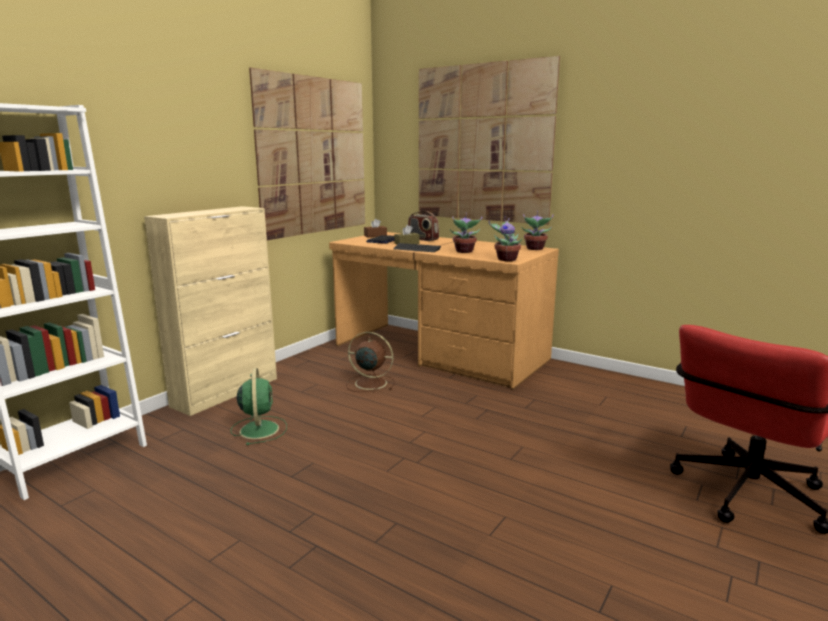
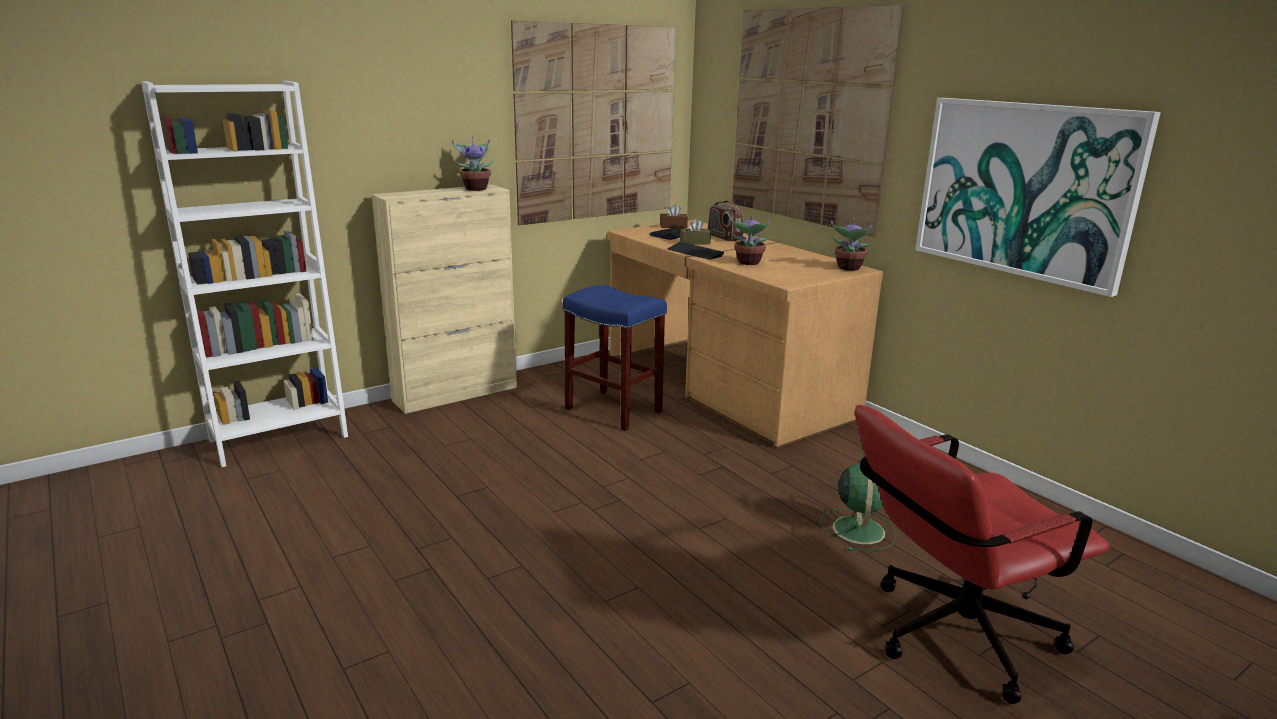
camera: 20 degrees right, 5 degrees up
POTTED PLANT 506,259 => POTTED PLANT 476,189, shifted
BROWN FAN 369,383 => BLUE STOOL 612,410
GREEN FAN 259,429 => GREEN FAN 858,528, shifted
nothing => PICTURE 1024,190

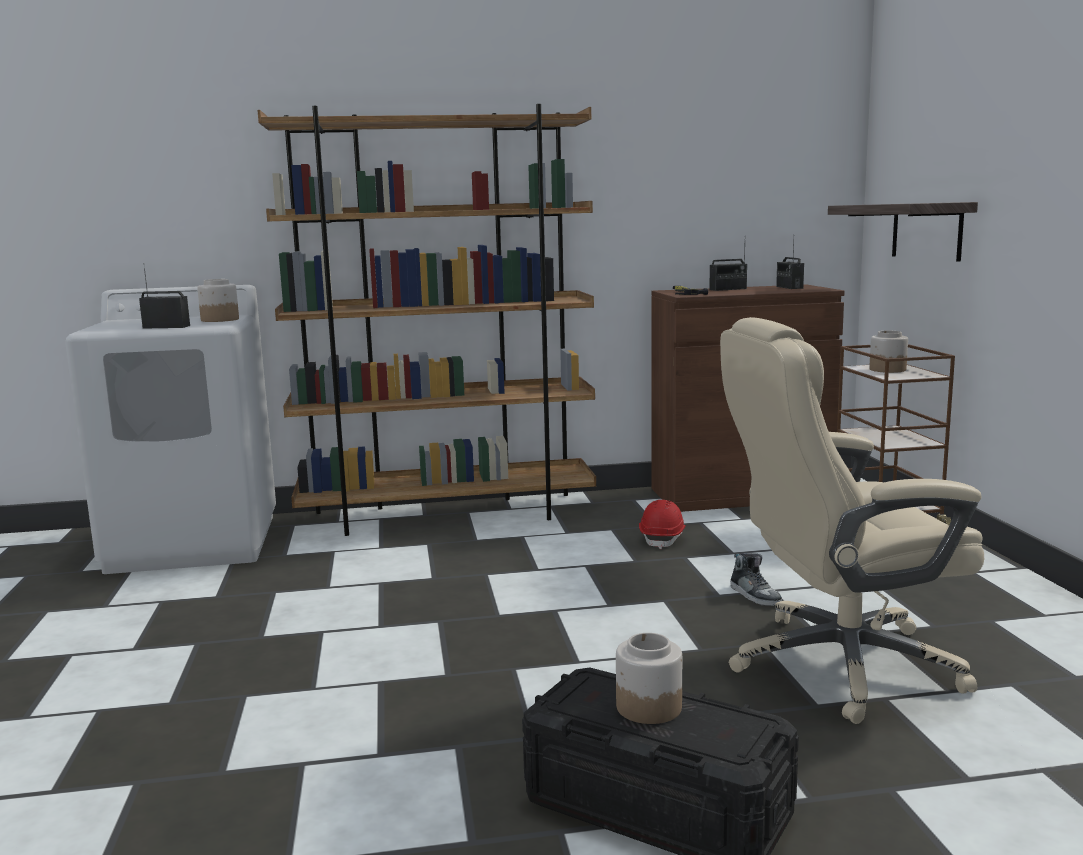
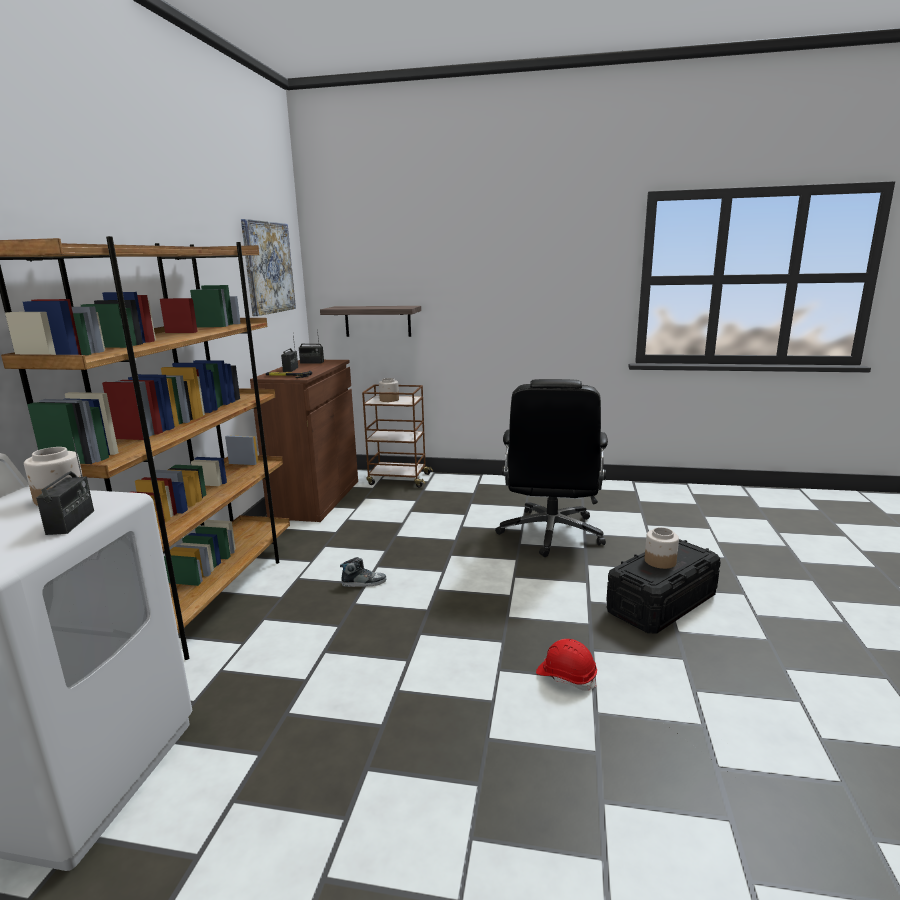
camera: 70 degrees left, 5 degrees up
RADIO 166,327 => RADIO 71,522, 150 degrees clockwise
nothing => PICTURE 268,268
SHOE 755,595 => SHOE 364,582, shifted
BEIGE OFFICE CHAIR 839,665 => BLACK OFFICE CHAIR 551,533
RED HARD HAT 663,538 => RED HARD HAT 566,676, shifted

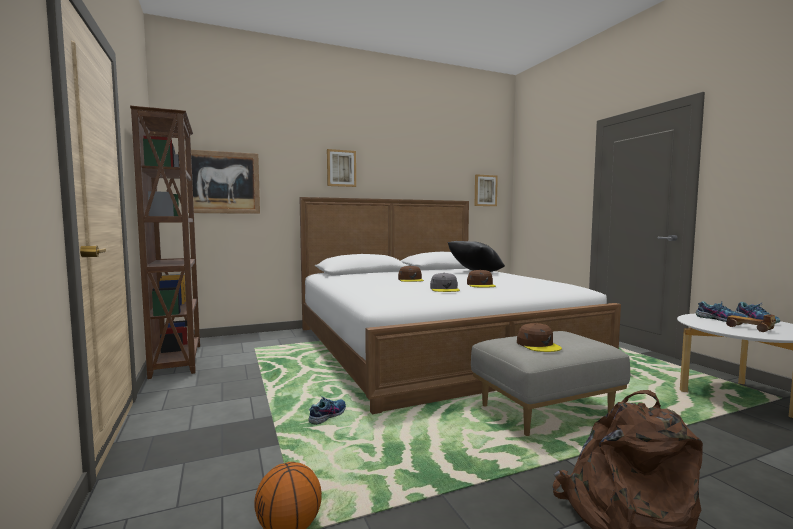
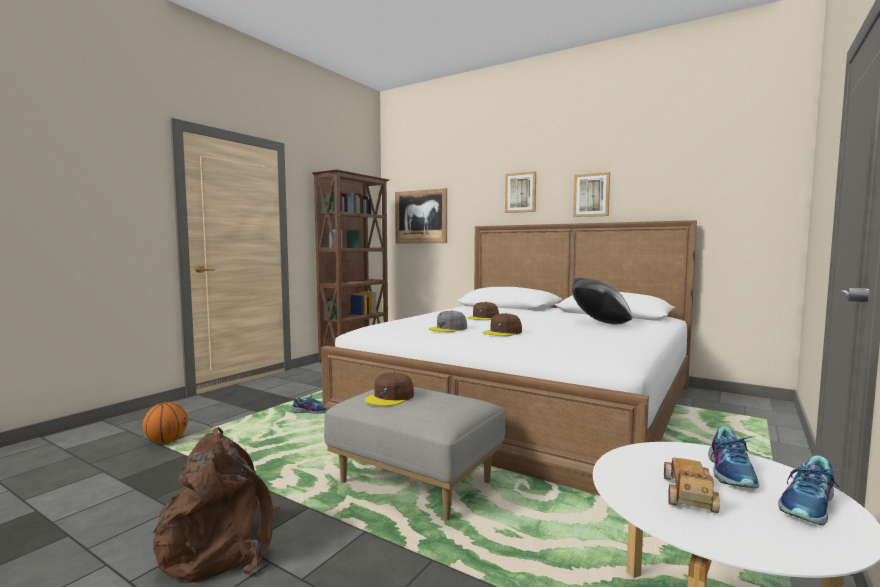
camera: 55 degrees right, 0 degrees up
PICTURE 485,190 => PICTURE 591,195, shifted

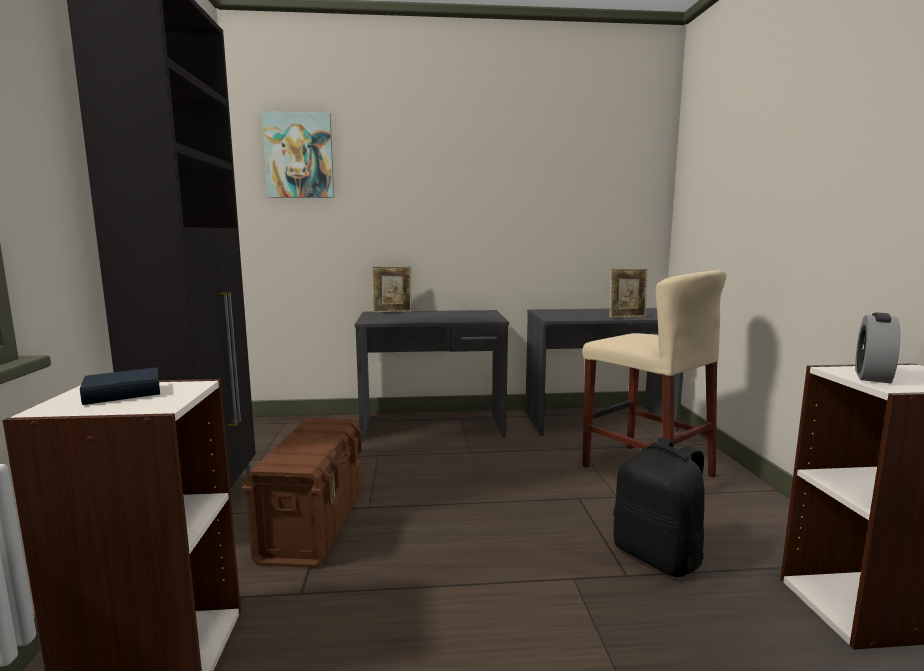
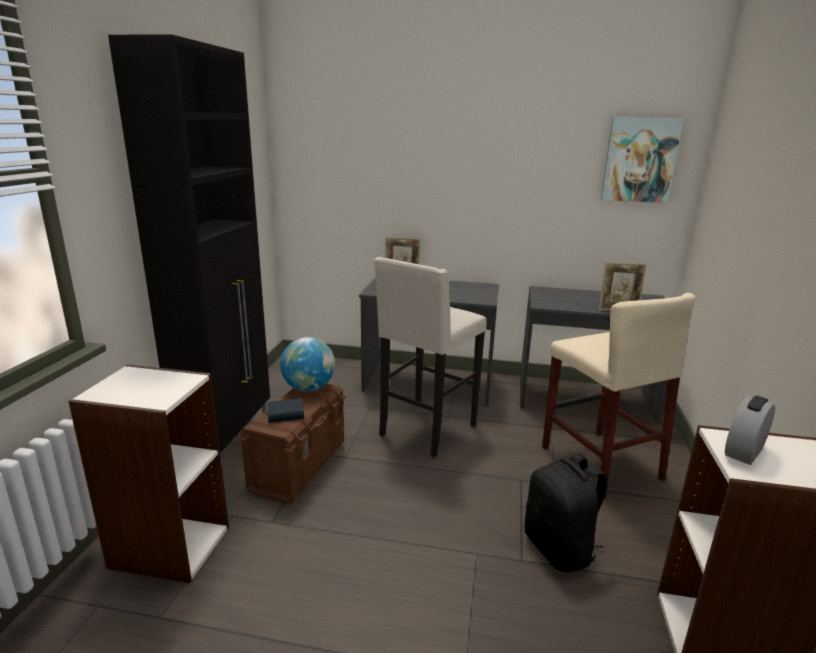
camera: 15 degrees right, 10 degrees up
BOOK 123,394 => BOOK 285,414, shifted
nothing => GLOBE 309,388
nothing => BEIGE STOOL 425,431
PICTURE 299,156 => PICTURE 639,160, shifted

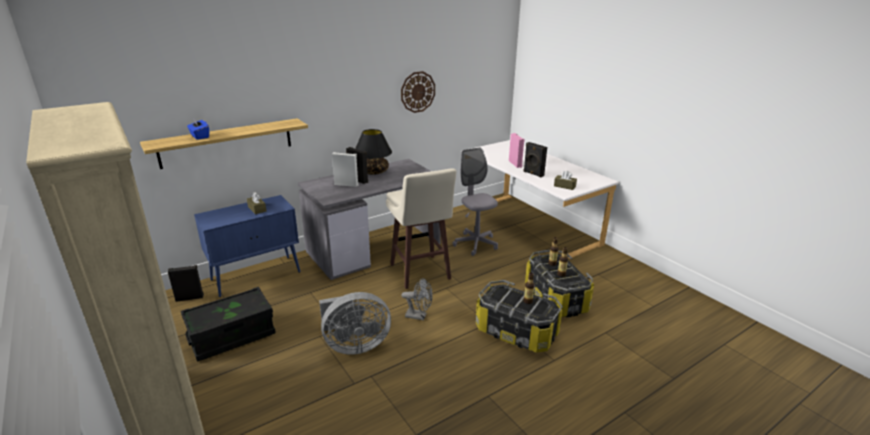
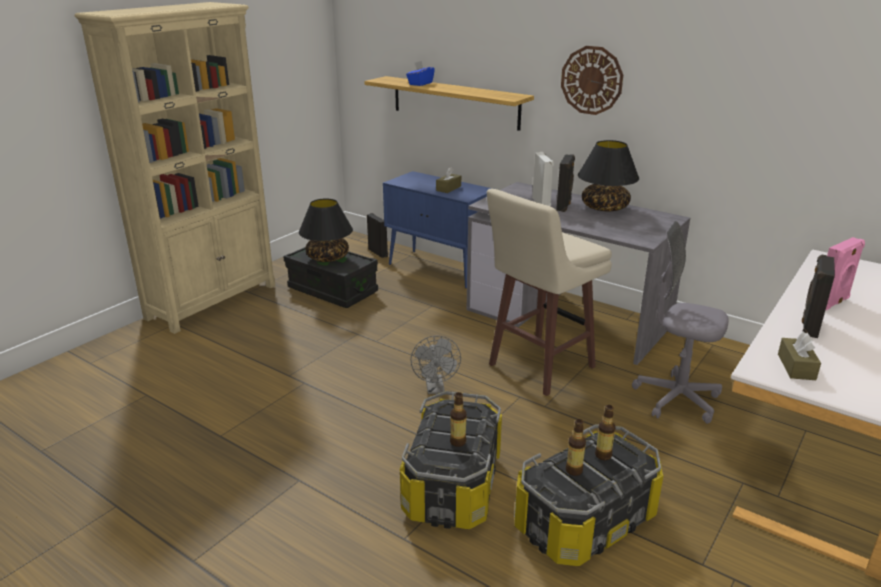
camera: 70 degrees right, 0 degrees up
nothing => BLACK TABLE LAMP 328,257
WALL CLOCK 417,92 => WALL CLOCK 591,80, shifted
GREY OFFICE CHAIR 475,244 => GREY OFFICE CHAIR 676,399, 105 degrees counterclockwise
GREY FAN 354,345 => nothing

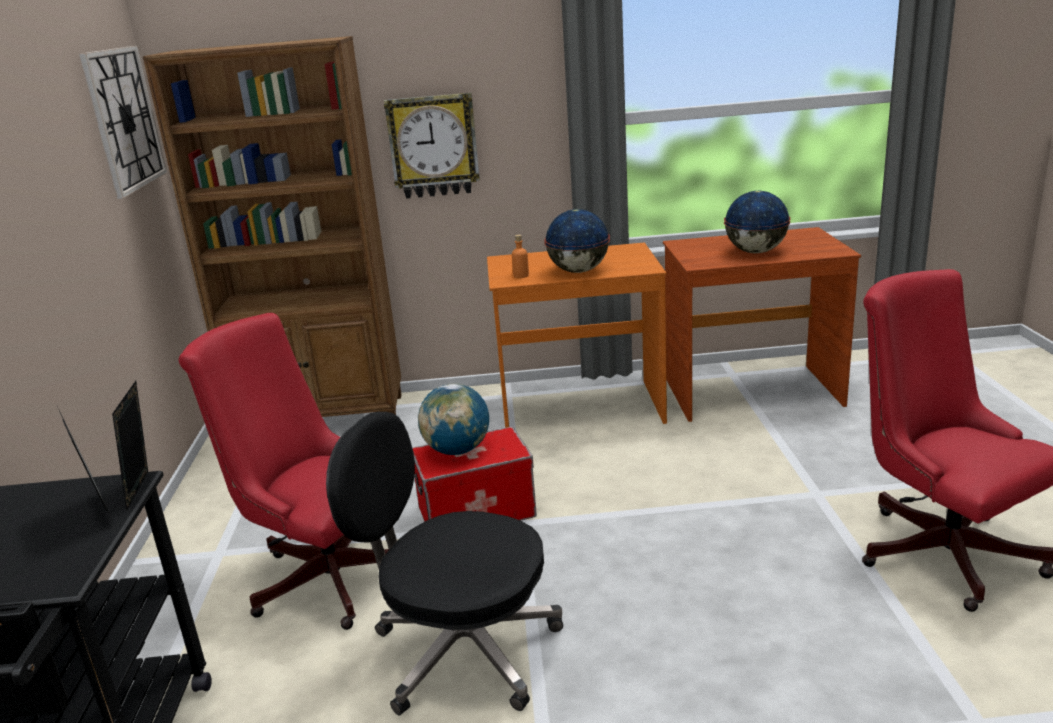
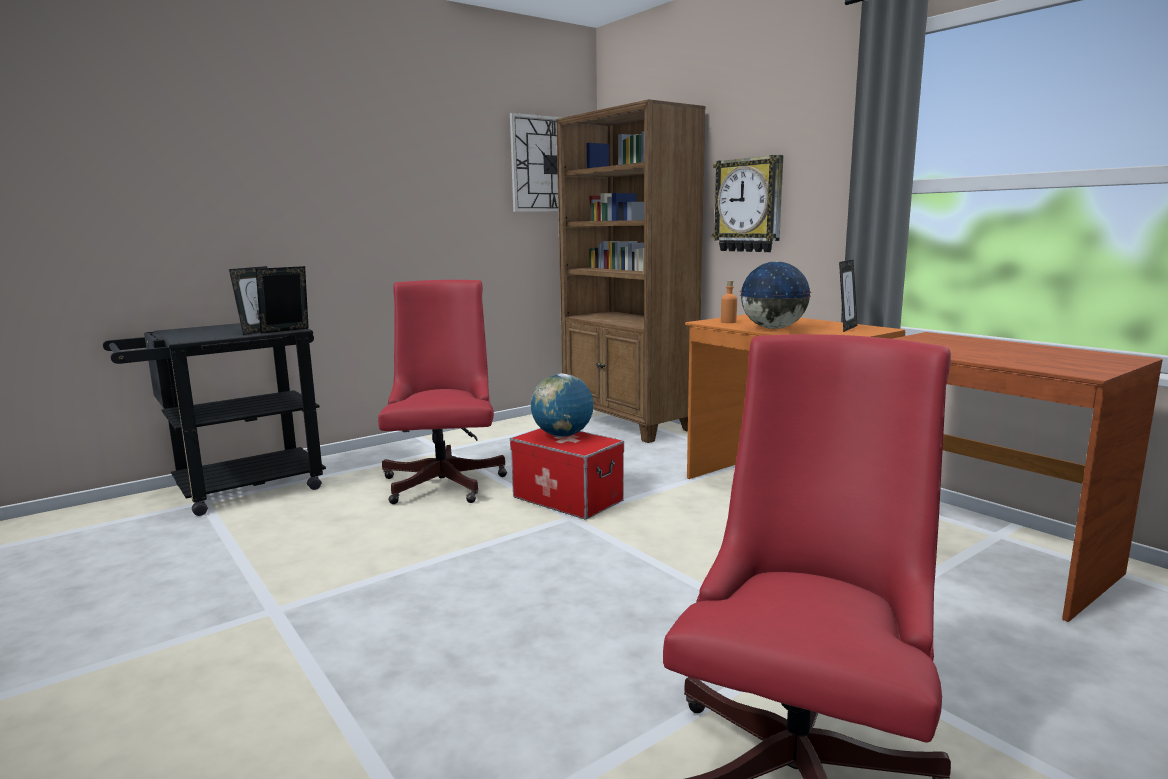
camera: 55 degrees right, 10 degrees down
nothing => PICTURE FRAME 846,328
BLACK OFFICE CHAIR 462,650 => nothing
GLOBE 755,252 => nothing

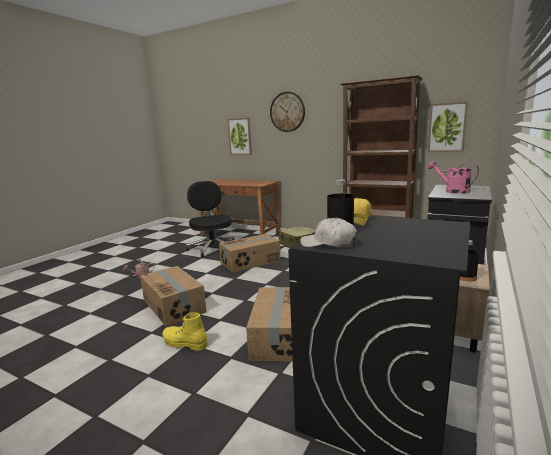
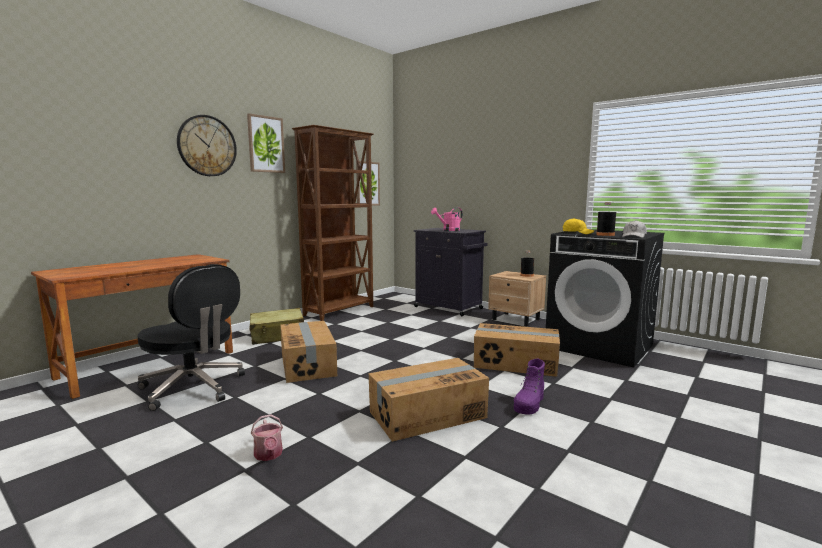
camera: 80 degrees left, 5 degrees down
BLACK OFFICE CHAIR 212,248 => BLACK OFFICE CHAIR 194,388, 135 degrees counterclockwise
PICTURE 240,136 => PICTURE 266,144, shifted
YELLOW BOOT 184,343 => PURPLE BOOT 529,404

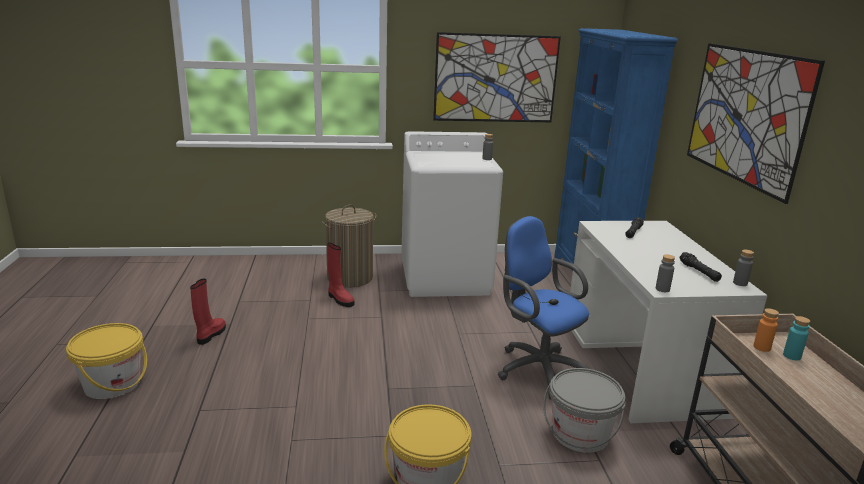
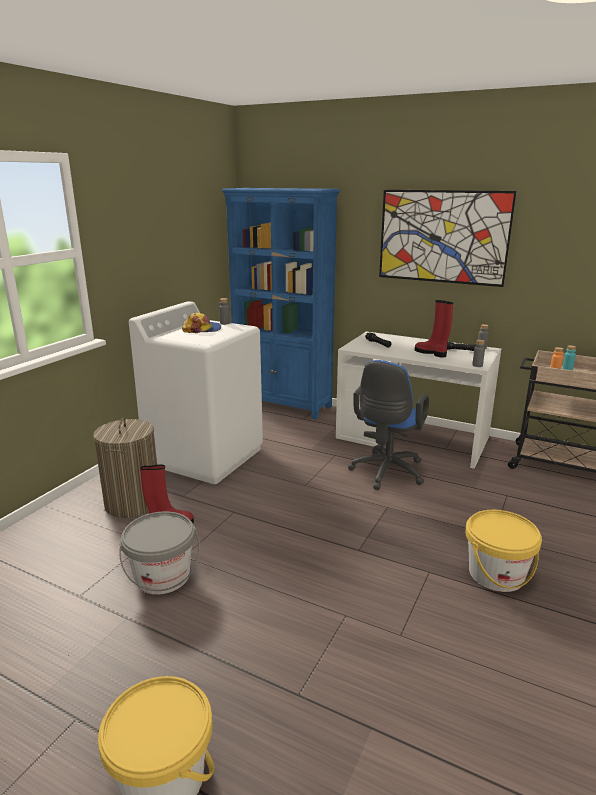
camera: 55 degrees left, 0 degrees up
GREY BUCKET 580,434 => GREY BUCKET 163,576, shifted
nothing => CAP 202,329
BLUE OFFICE CHAIR 537,368 => BLUE OFFICE CHAIR 386,473, 60 degrees counterclockwise
RED BOOT 210,335 => RED BOOT 431,353, shifted
PICTURE 495,78 => nothing

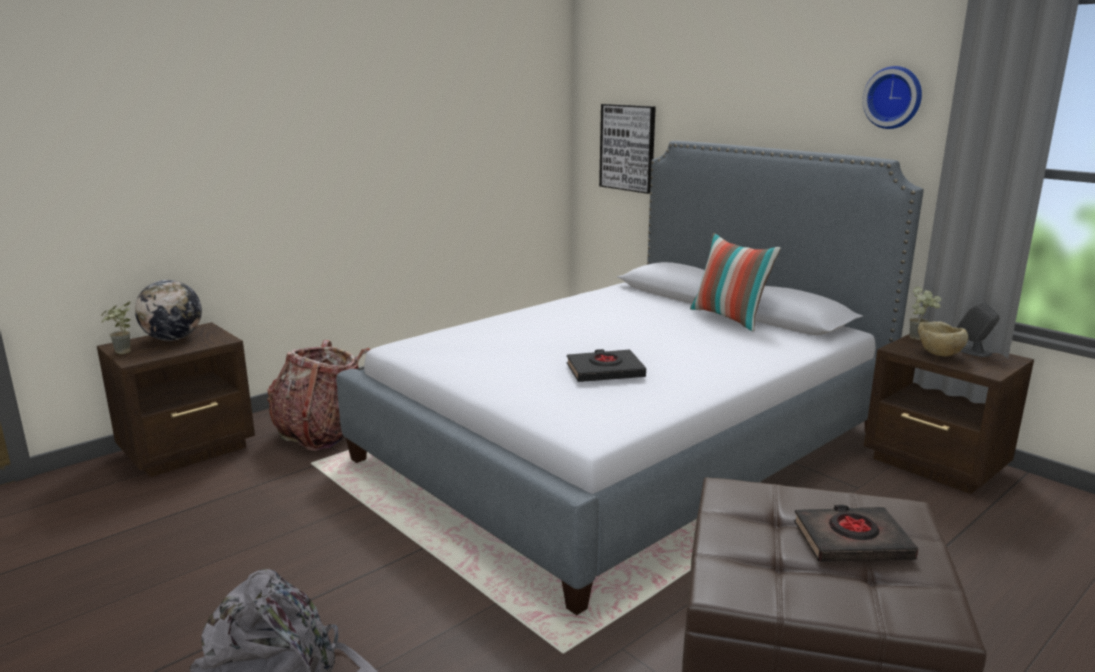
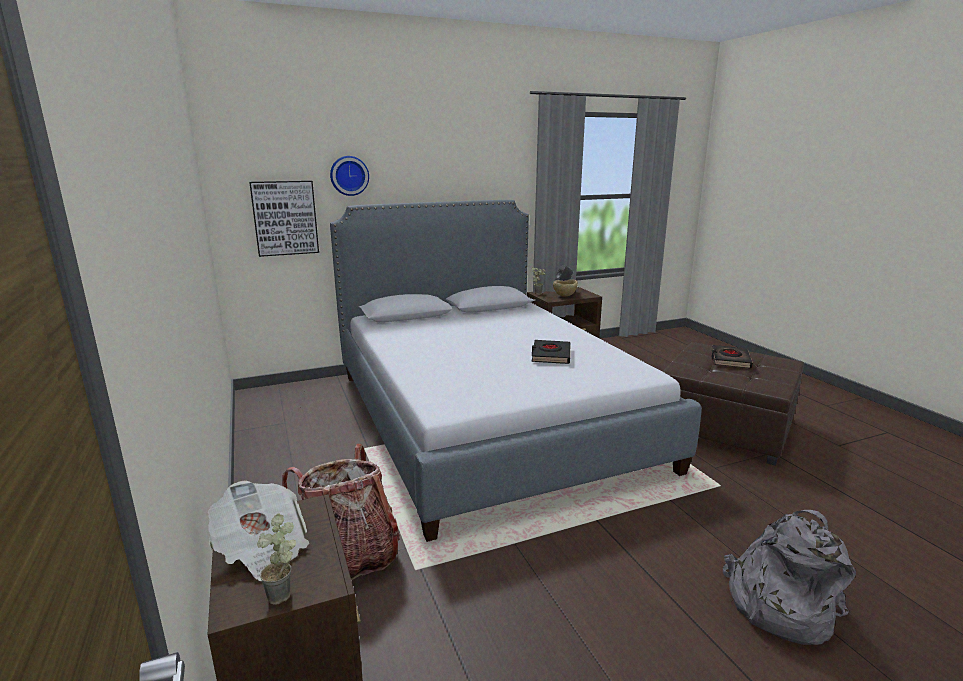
camera: 70 degrees left, 0 degrees up
GLOBE 173,339 => NEWSPAPER 262,549
WALL CLOCK 894,97 => WALL CLOCK 349,175, shifted
PILLOW 729,318 => nothing

